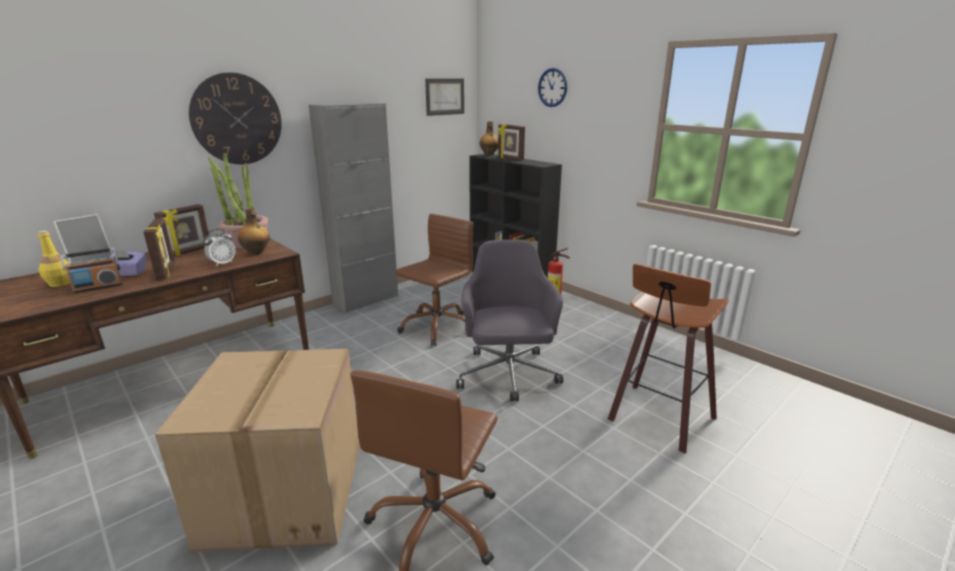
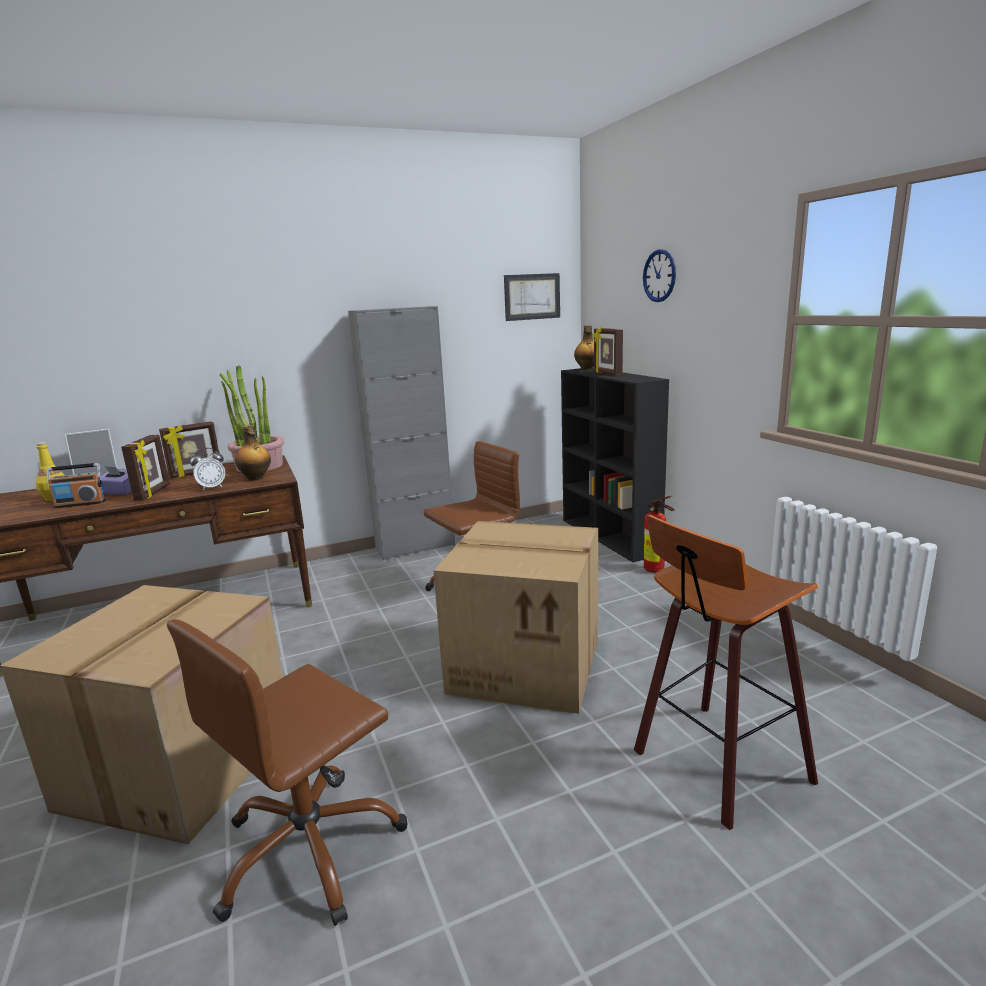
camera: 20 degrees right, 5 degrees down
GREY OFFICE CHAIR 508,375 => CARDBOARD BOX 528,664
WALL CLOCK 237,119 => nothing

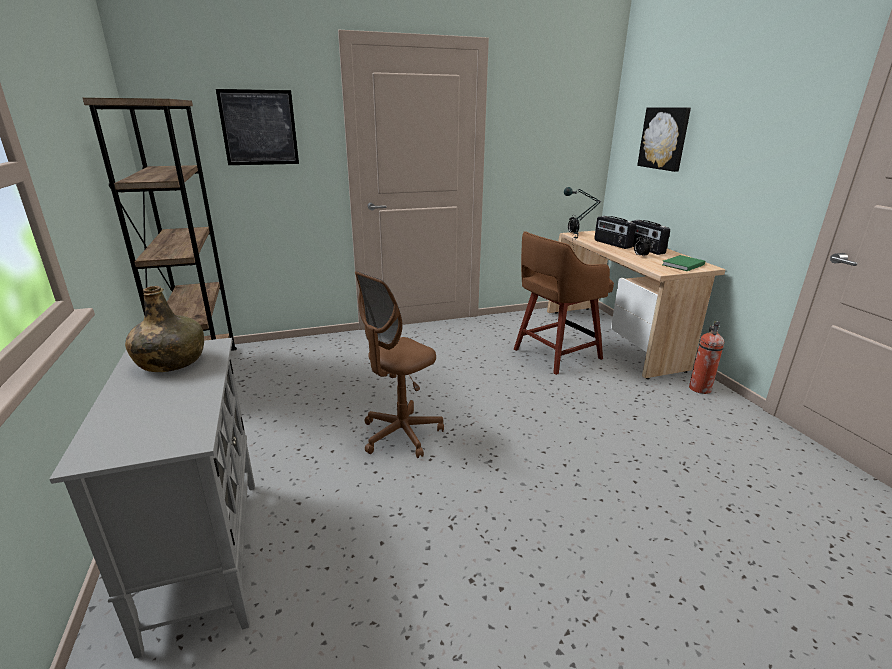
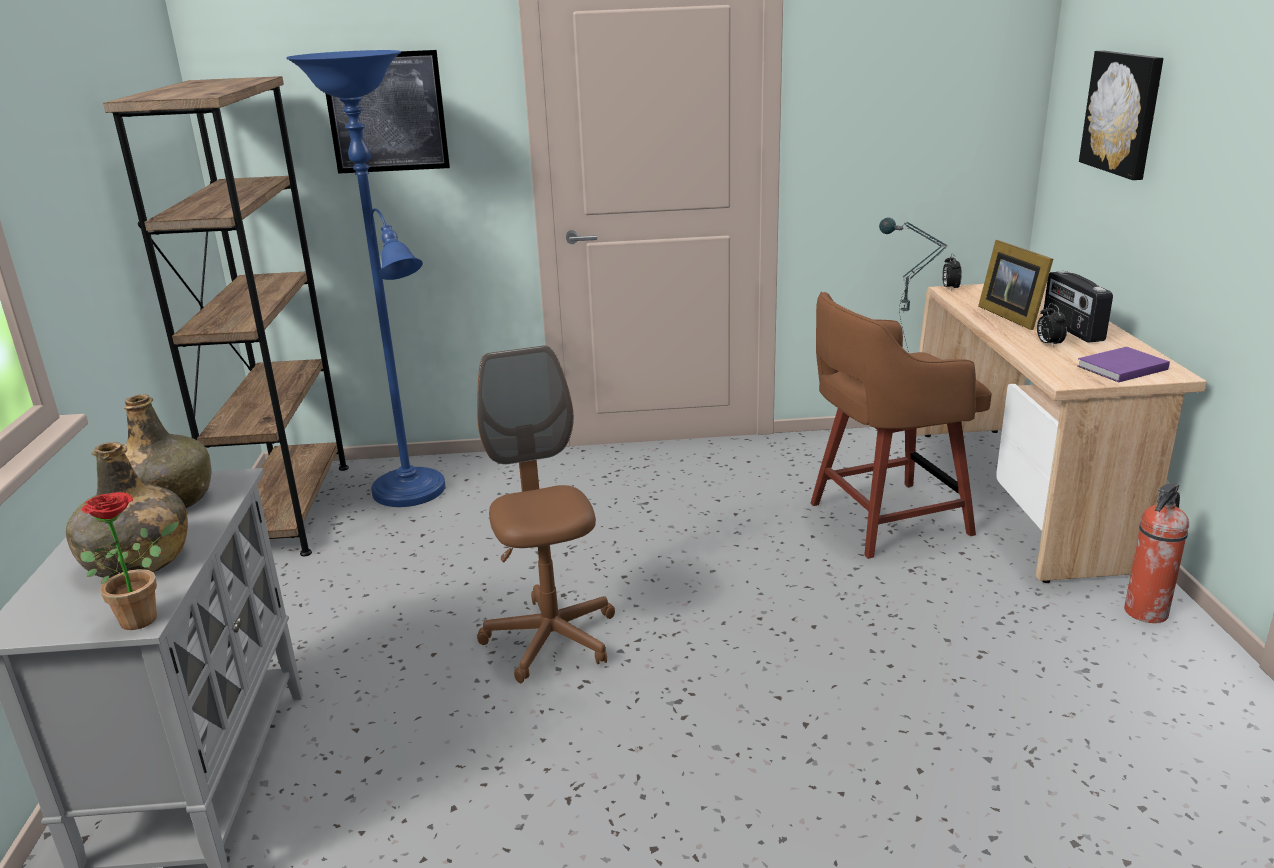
camera: 15 degrees right, 0 degrees up
nothing => GREEN BOTTLE 137,561
nothing => POTTED PLANT 146,616
nothing => BLUE FLOOR LAMP 413,493
BROWN OFFICE CHAIR 401,434 => BROWN OFFICE CHAIR 551,639, 105 degrees clockwise
RADIO 612,244 => PICTURE FRAME 1012,315
GREEN BOOK 682,265 => PURPLE BOOK 1119,368

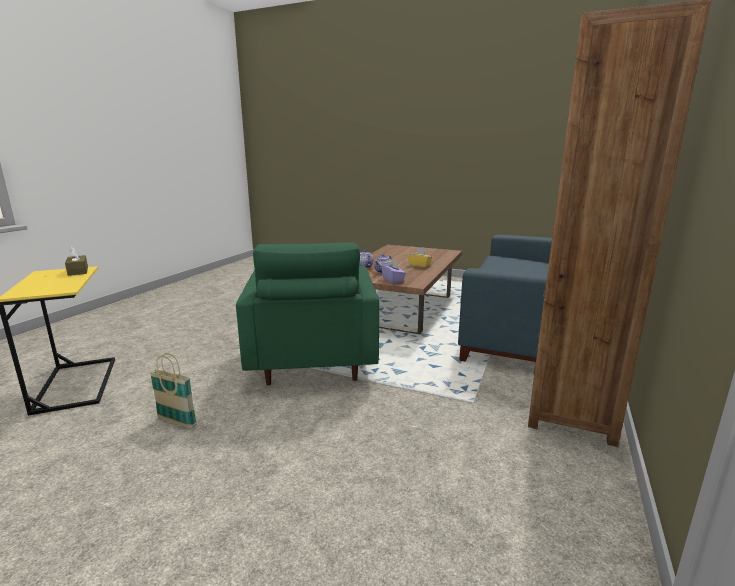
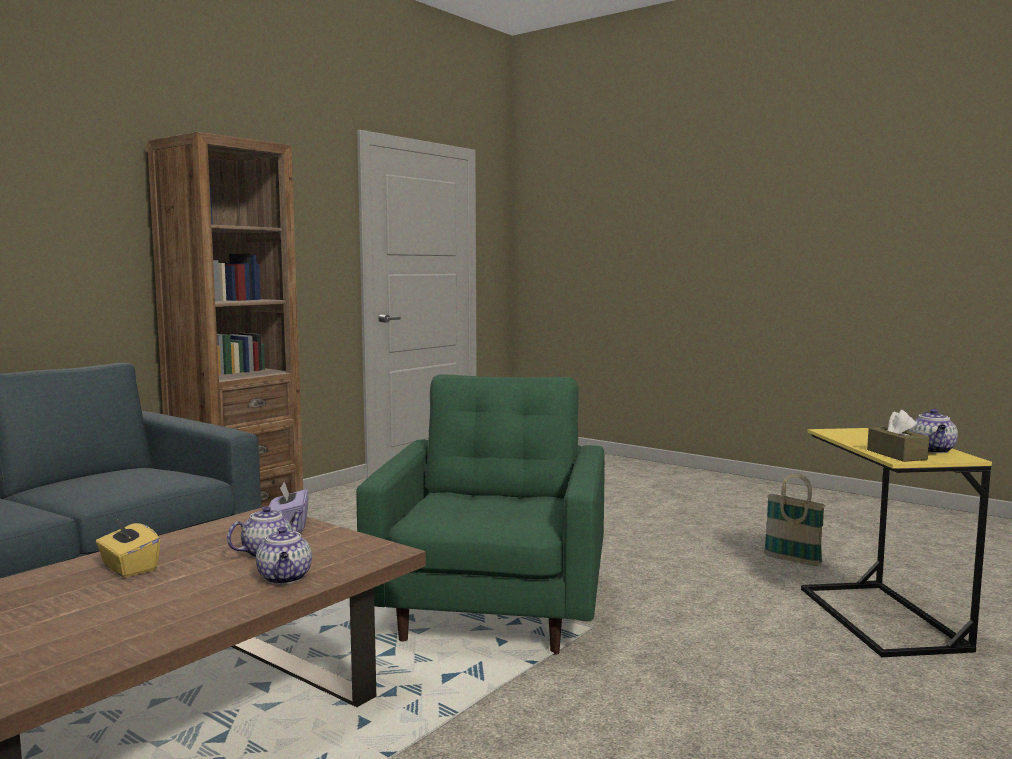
camera: 165 degrees left, 10 degrees down
BASKET 177,422 => BASKET 792,560, shifted
nothing => TEAPOT 932,450

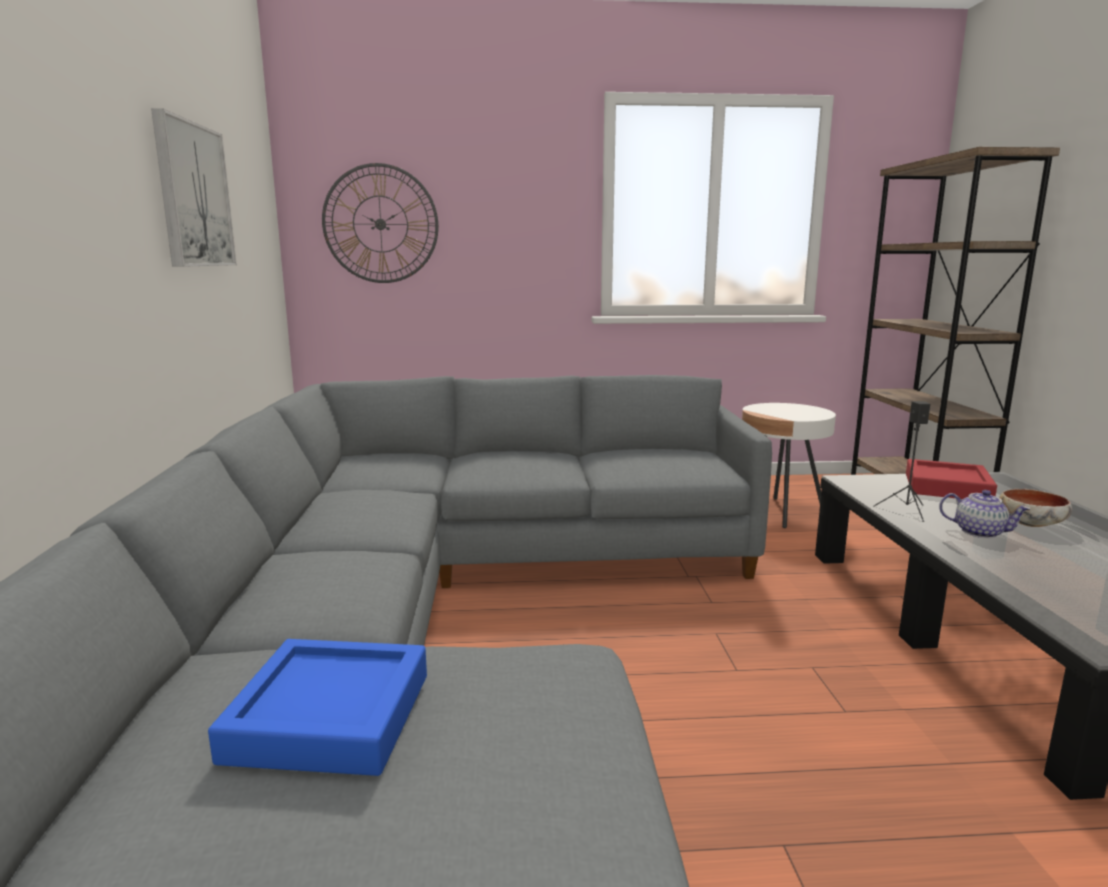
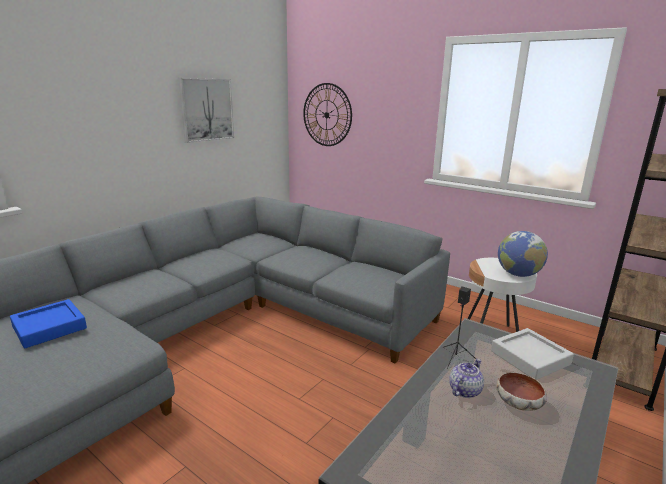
camera: 40 degrees right, 5 degrees up
TEAPOT 979,532 => TEAPOT 464,390, 120 degrees counterclockwise
RED TRAY 947,487 => GREY TRAY 530,358
nothing => GLOBE 518,274

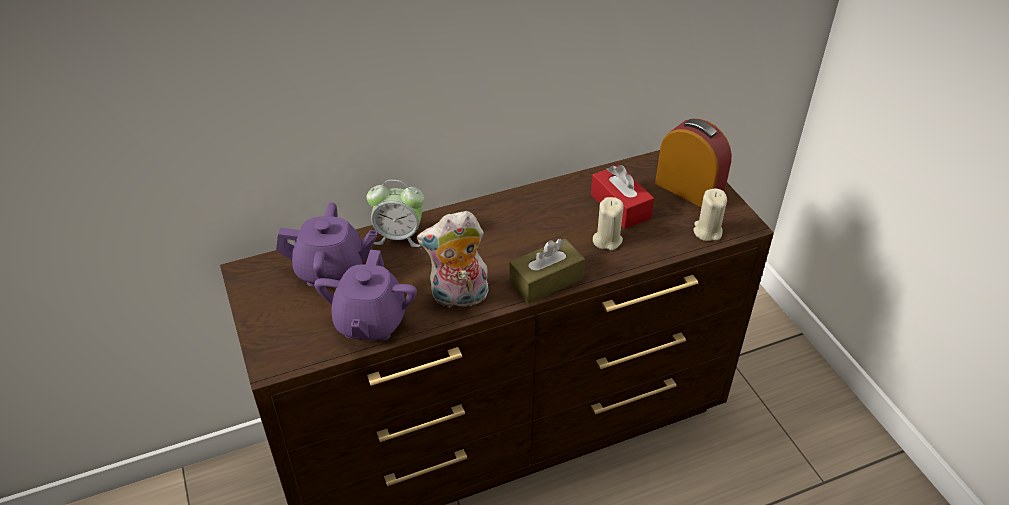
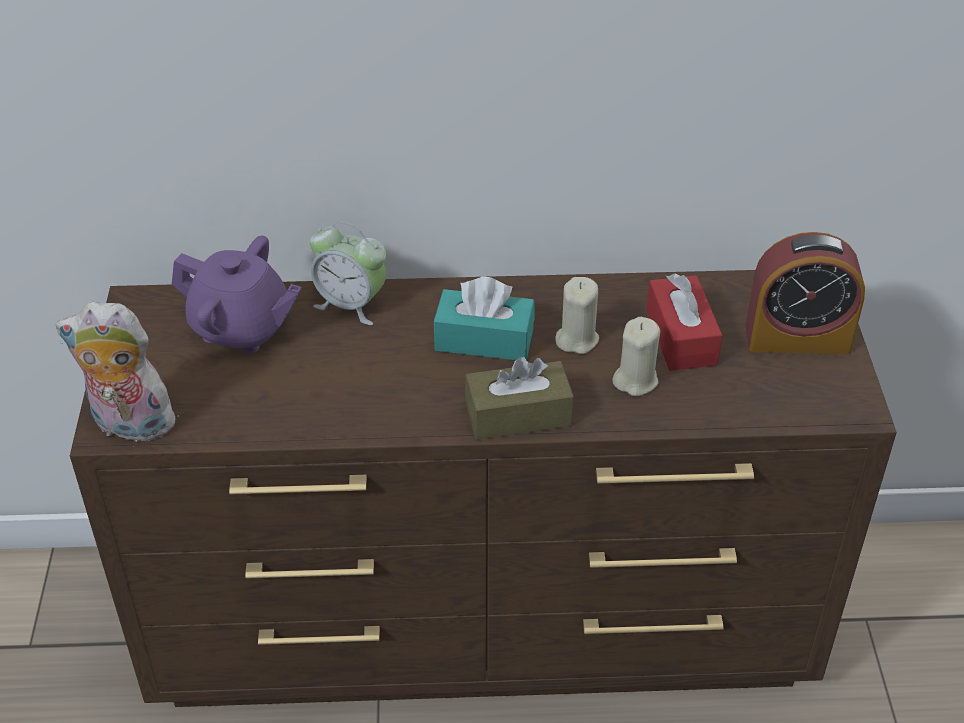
camera: 20 degrees right, 0 degrees up
PLUSH TOY 458,298 => PLUSH TOY 129,426, shifted
nothing => TURQUOISE TISSUE BOX 484,340
BEIGE CANDLE 707,231 => BEIGE CANDLE 576,339, shifted
ALARM CLOCK 688,190 => ALARM CLOCK 797,338, 120 degrees clockwise
PURPLE TEAPOT 370,322 => nothing

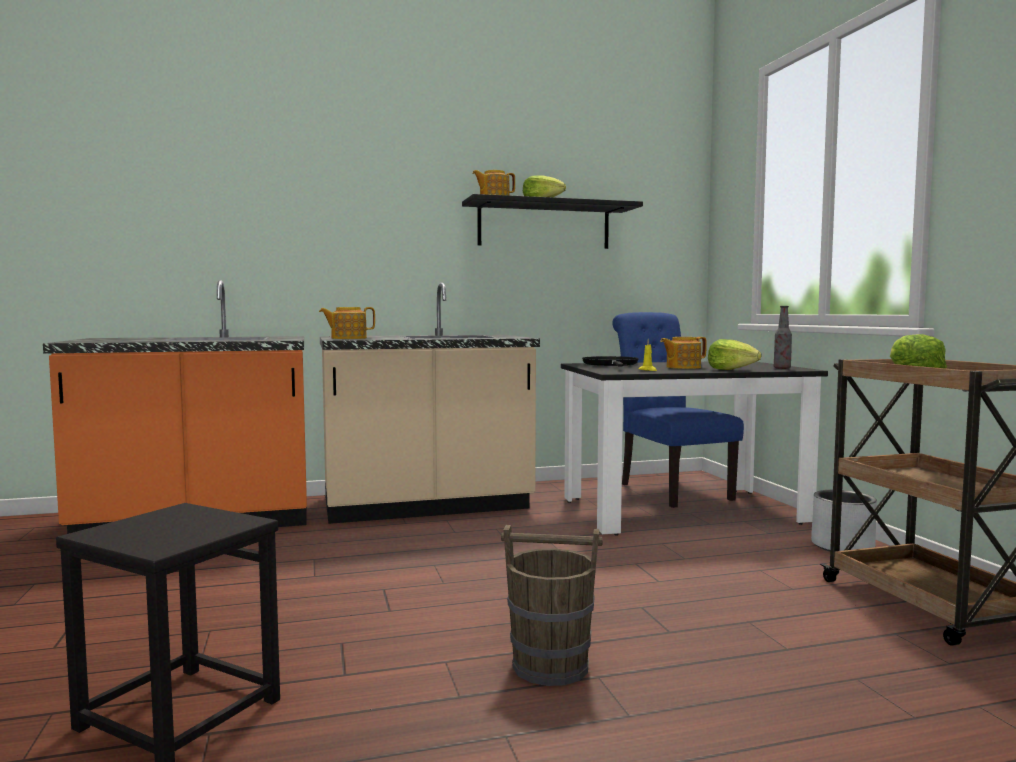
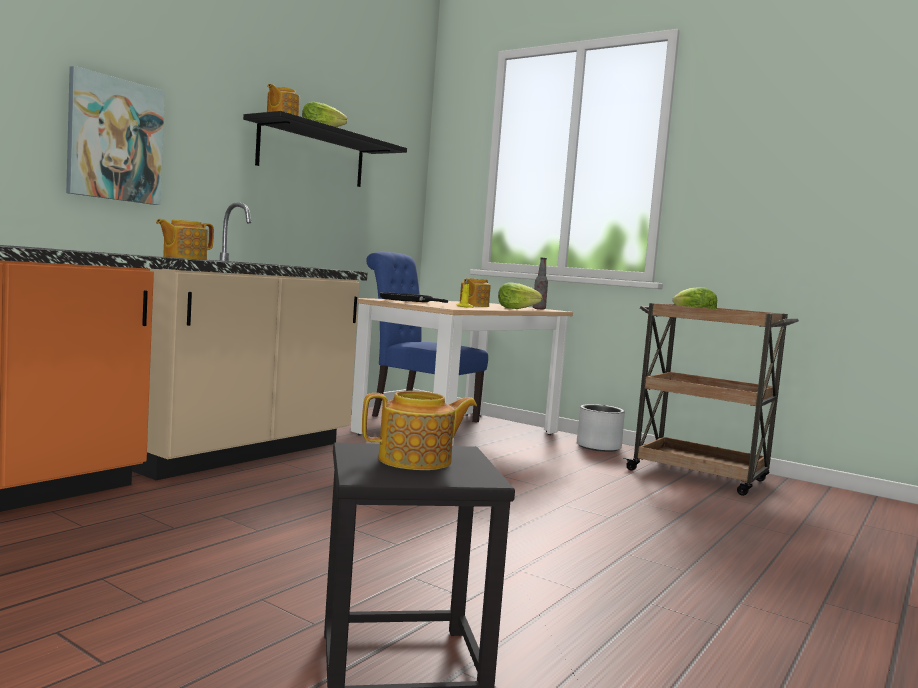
camera: 40 degrees left, 0 degrees up
nothing => PICTURE 115,140
BLACK DINING TABLE 682,510 => BEIGE DINING TABLE 458,433
nothing => TEAPOT 417,460
BROWN BUCKET 551,666 => nothing

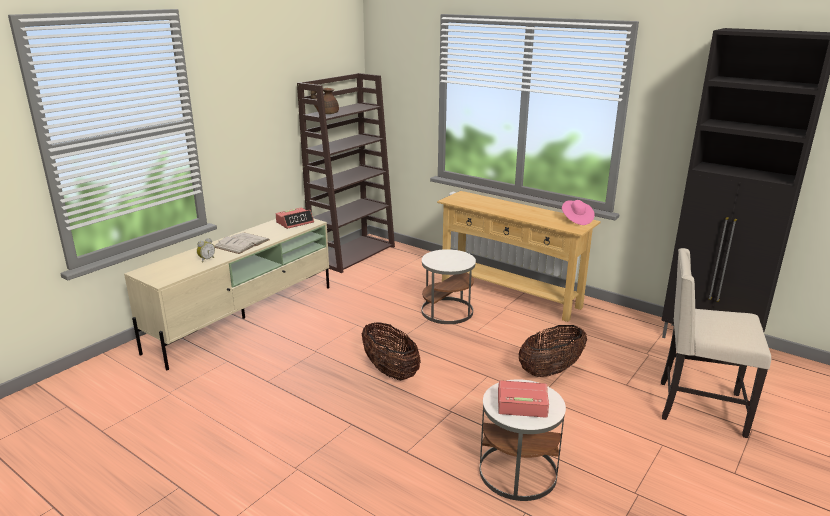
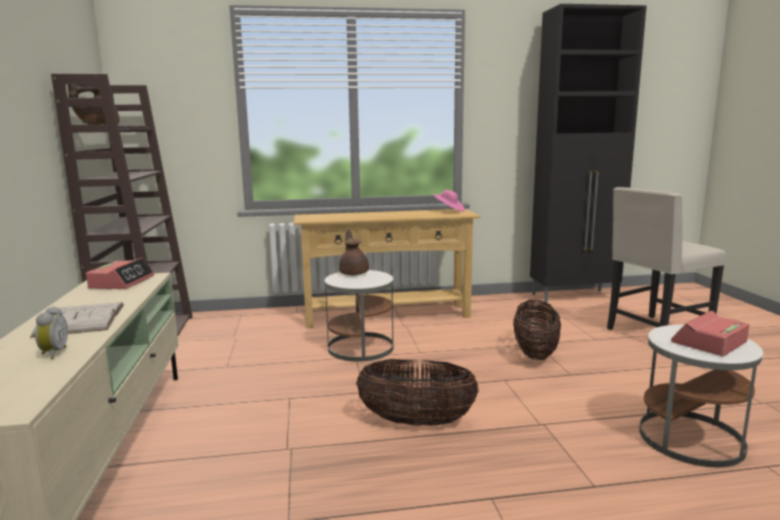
camera: 45 degrees left, 10 degrees down
nothing => BROWN TEAPOT 354,273

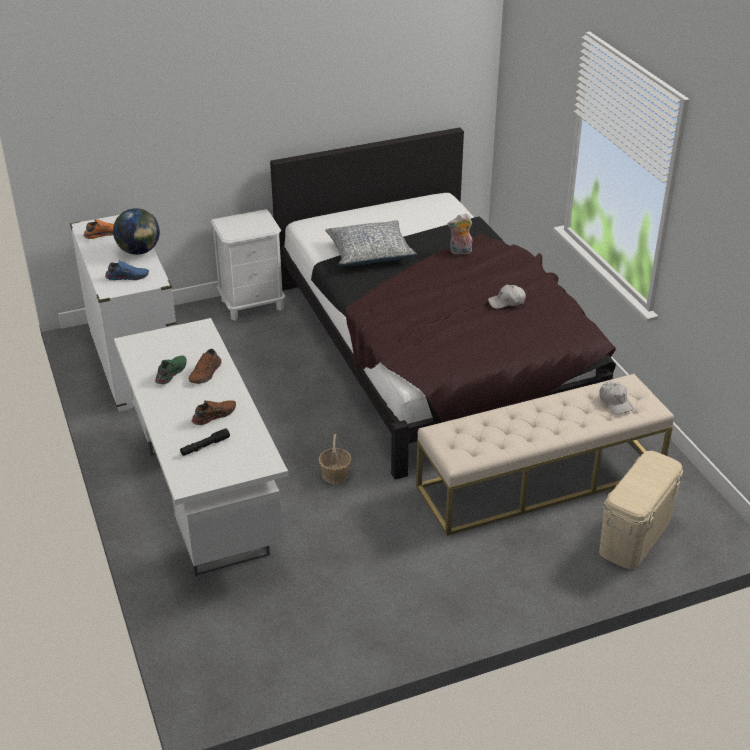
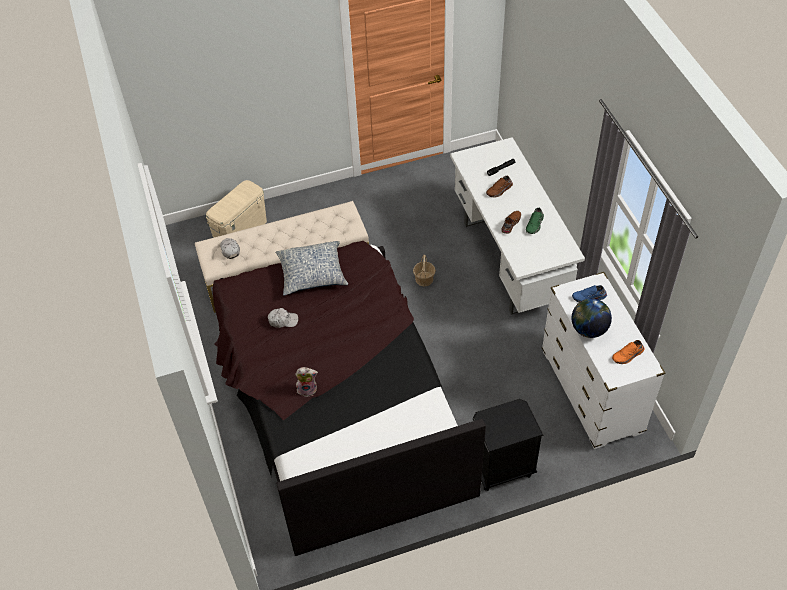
camera: 175 degrees left, 15 degrees up
PILLOW 370,253 => PILLOW 312,274, shifted
WHITE NIGHTSTAND 252,304 => BLACK NIGHTSTAND 501,468

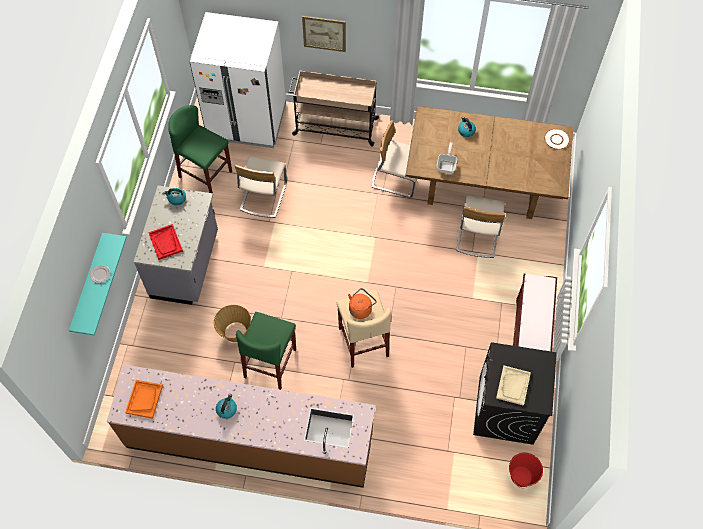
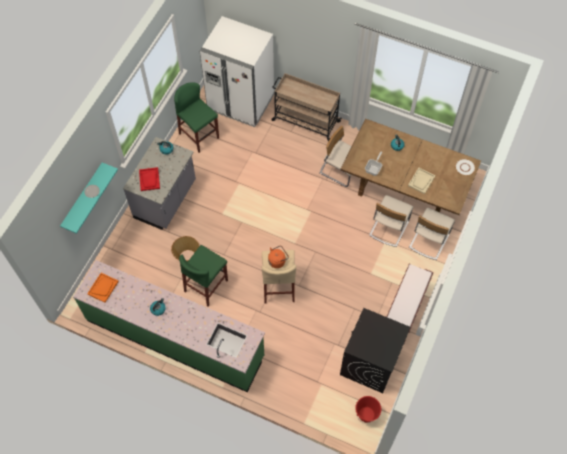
camera: 15 degrees right, 0 degrees up
BROWN COUNTER 250,440 => GREEN COUNTER 175,338
BEIGE TRAY 513,386 => BEIGE TRAY 421,181, shifted
BEIGE CHAIR 263,196 => BEIGE CHAIR 428,240, shifted
PICTURE 324,33 => nothing

